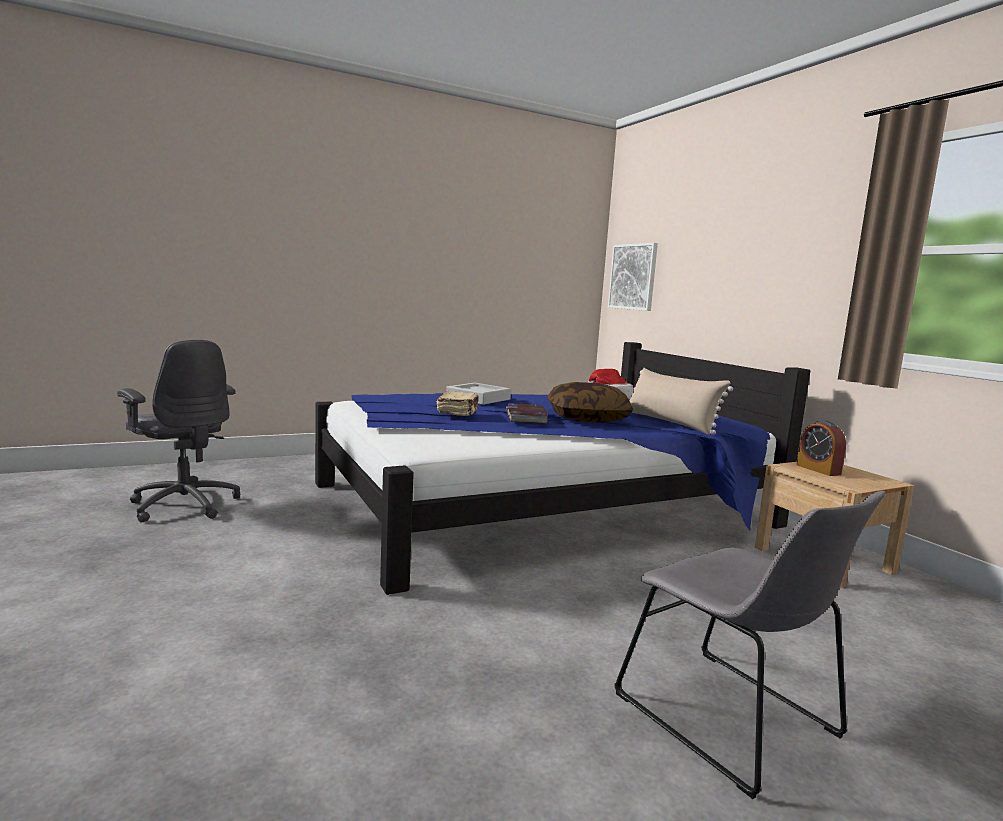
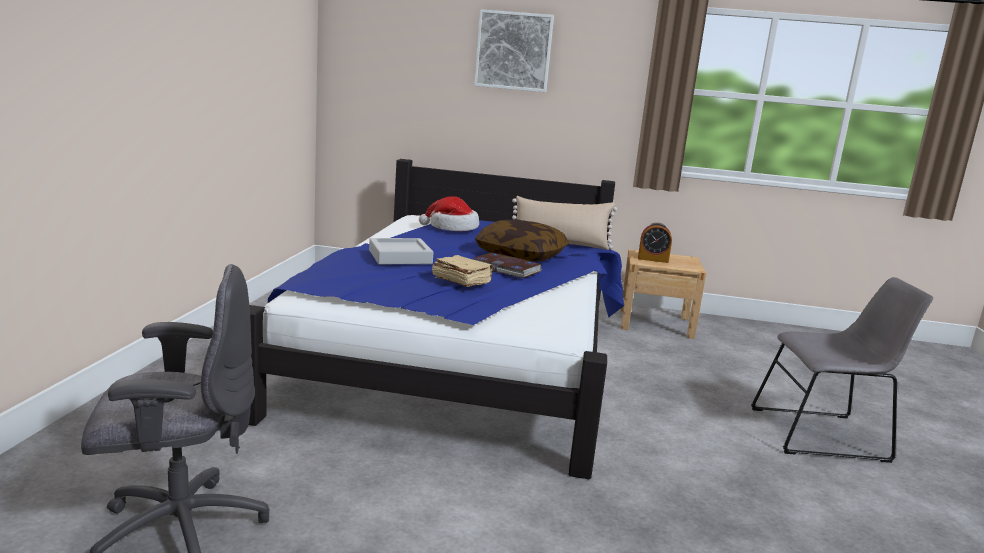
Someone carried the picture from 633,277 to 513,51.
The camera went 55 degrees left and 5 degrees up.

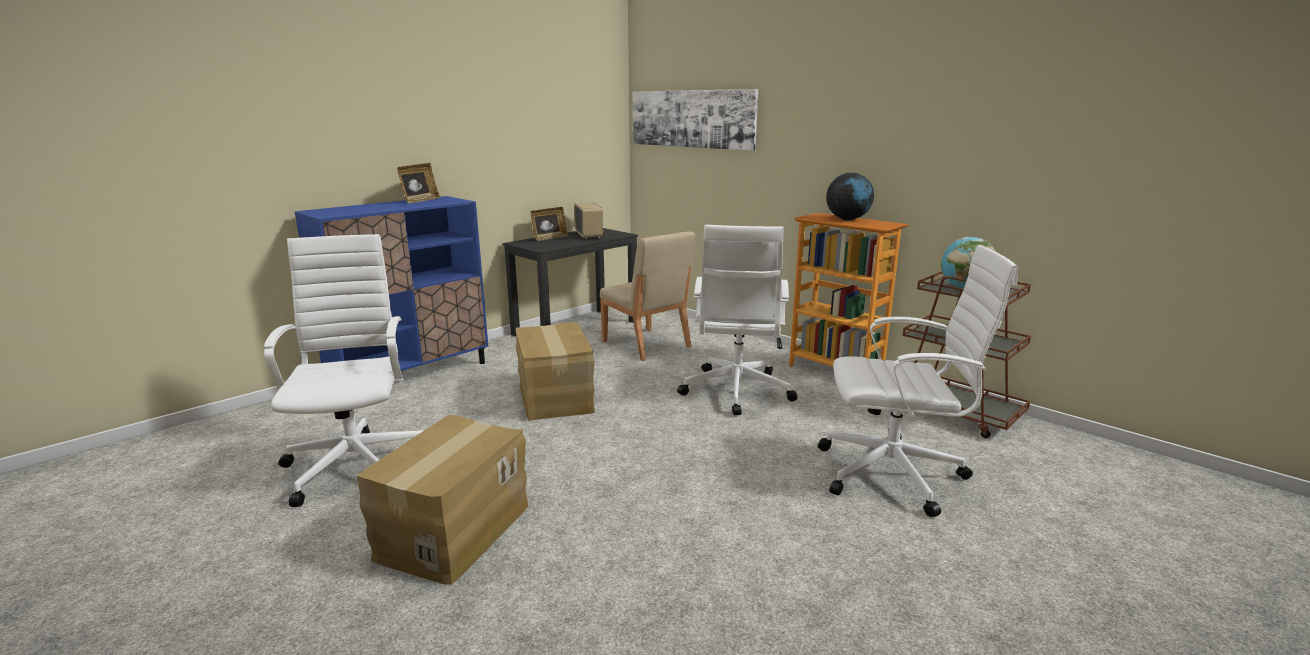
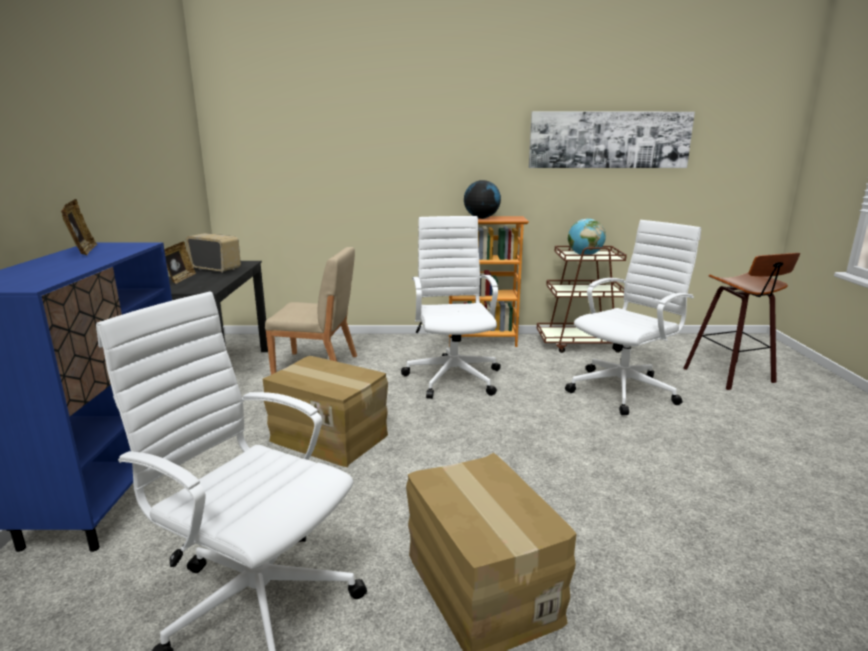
Someone carried the picture from 691,119 to 609,140.
Someone rotated the white desk chair at 736,392 by 150 degrees counterclockwise.
Someone put down the stool at 732,376.
The camera went 45 degrees left and 0 degrees up.

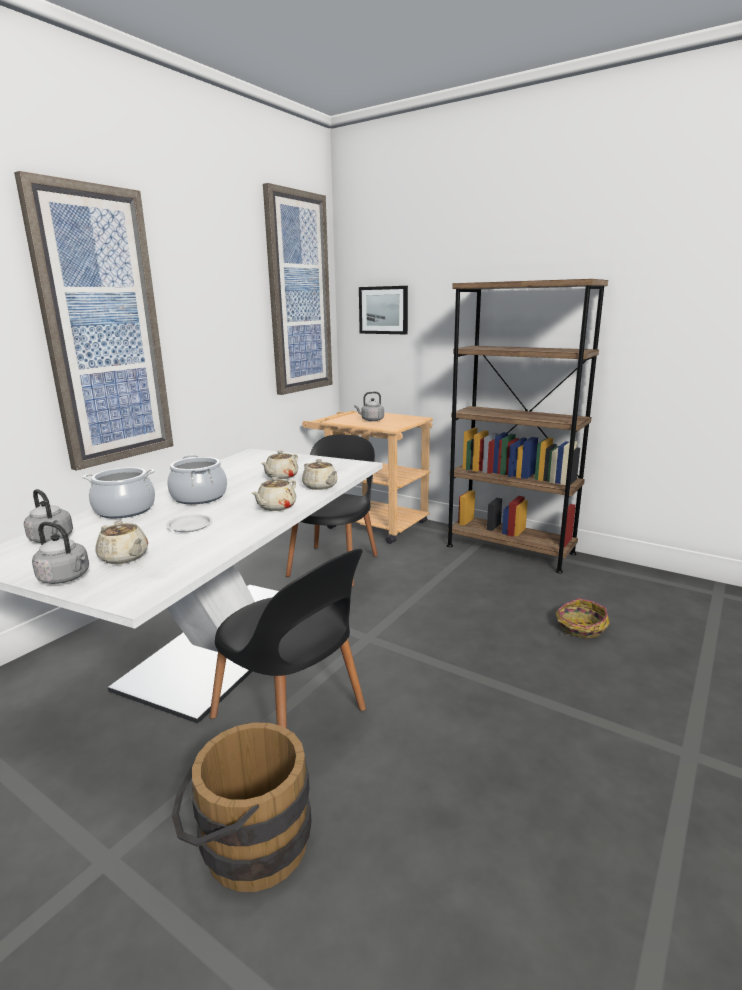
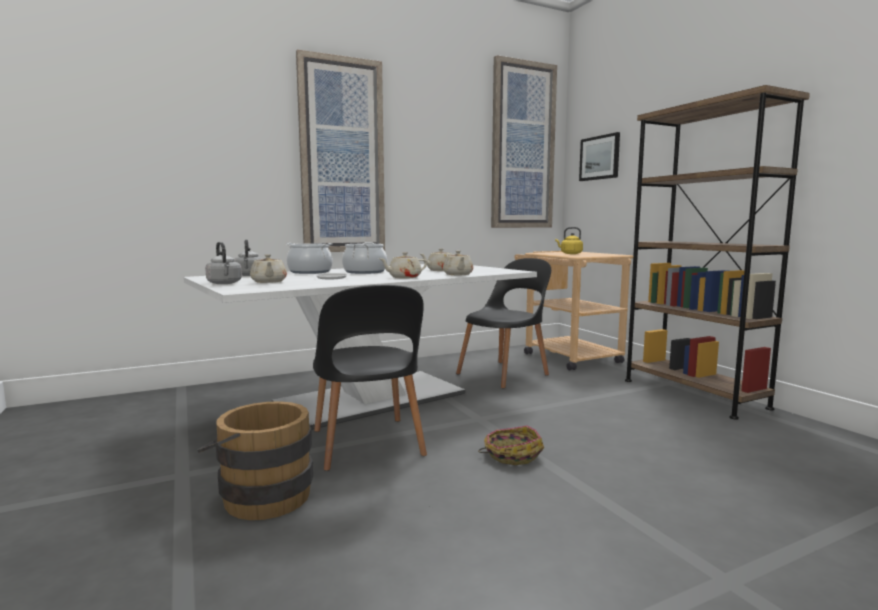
Someone repainted the gray water kettle at 371,420, which became the yellow water kettle at 570,253.
Someone carried the storage basket from 580,627 to 511,455.
The camera went 30 degrees right and 10 degrees down.

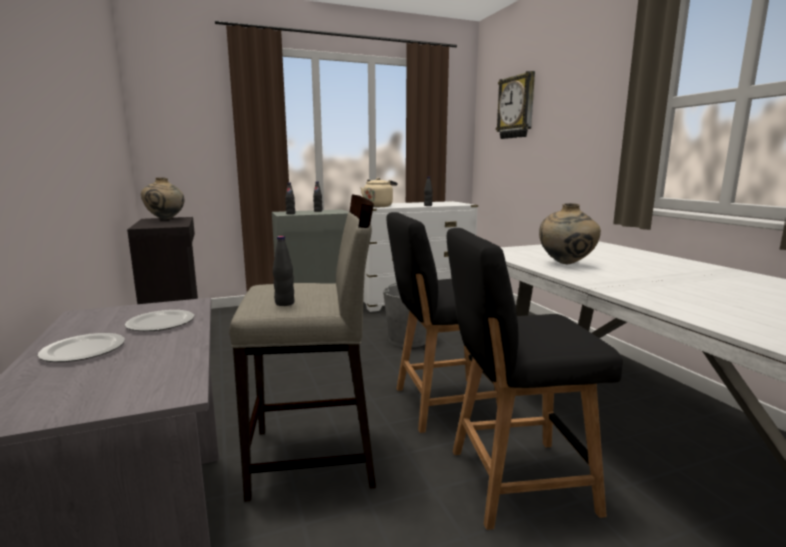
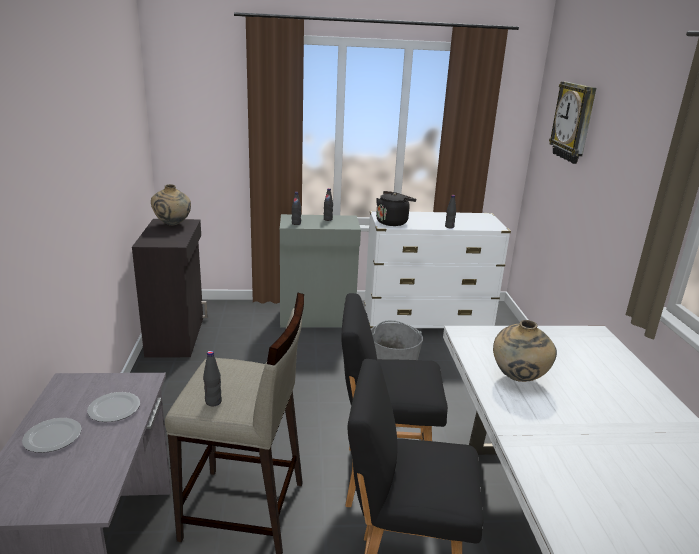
Someone repainted the beige-coloured water kettle at 379,206, which became the black-coloured water kettle at 393,222.
The camera went 15 degrees right and 10 degrees up.

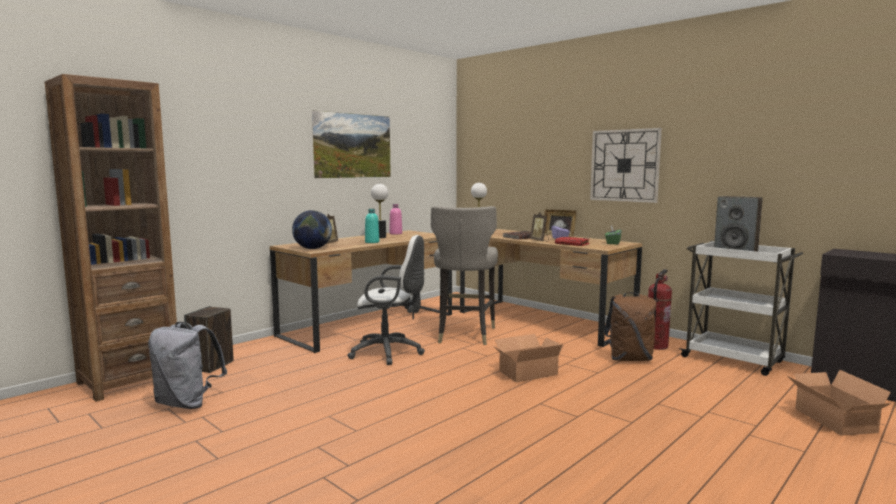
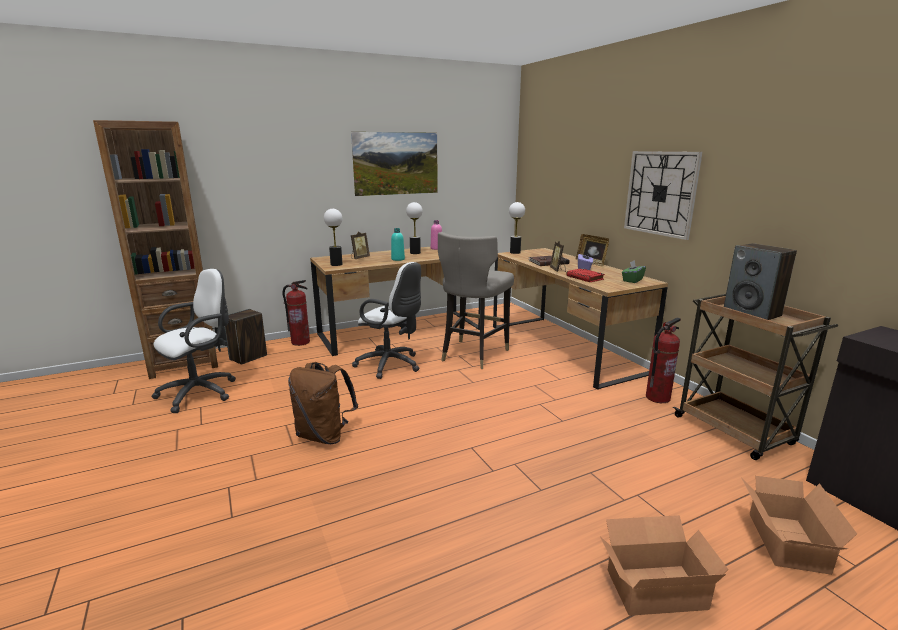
Someone swapped the world globe at 312,248 for the lamp for a table at 336,264.
Someone repainted the white trolley at 734,360, which became the brown-coloured trolley at 734,431.
Someone carried the brown-coloured backpack from 629,359 to 324,436.
Someone swapped the gray backpack at 187,403 for the white desk chair at 202,392.
Someone carried the cardboard box from 526,372 to 652,586.
Someone put down the fire-fighting cylinder at 300,342.
The camera went 20 degrees right and 10 degrees up.

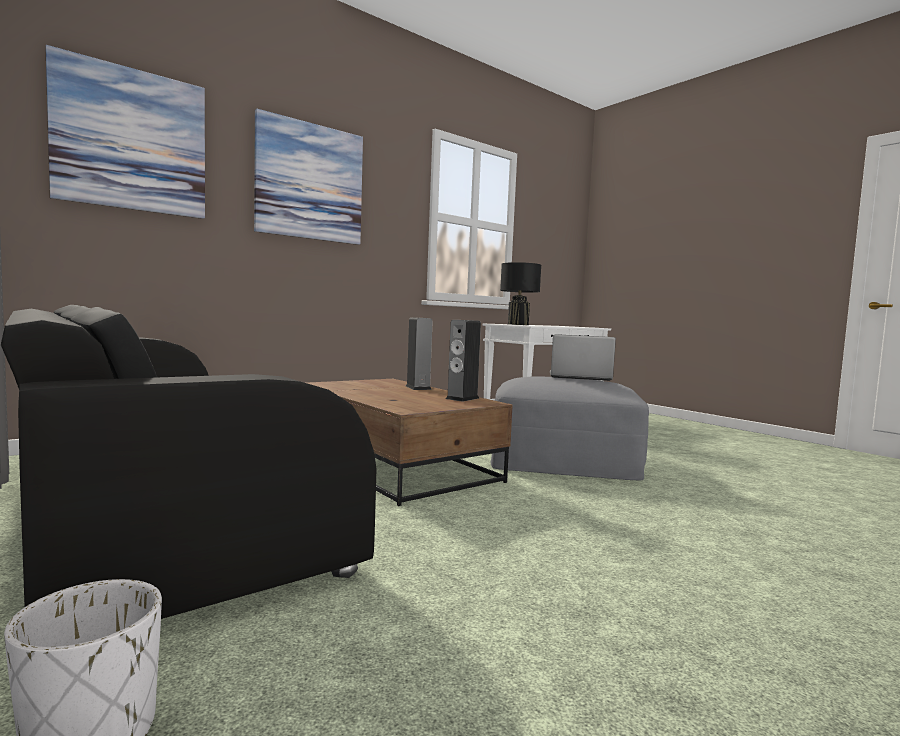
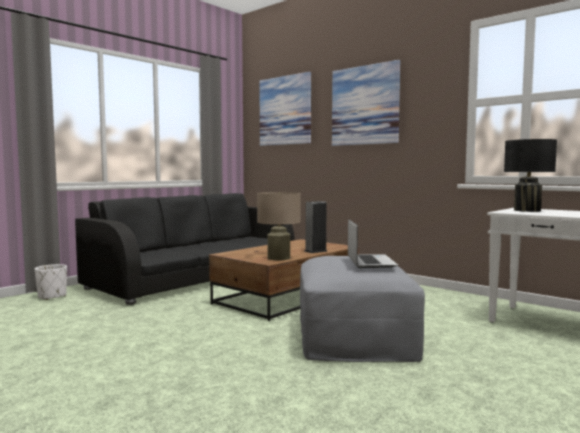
Someone swapped the loudspeaker at 462,398 for the beige-coloured lamp for a table at 279,258.
The camera went 80 degrees right and 0 degrees up.

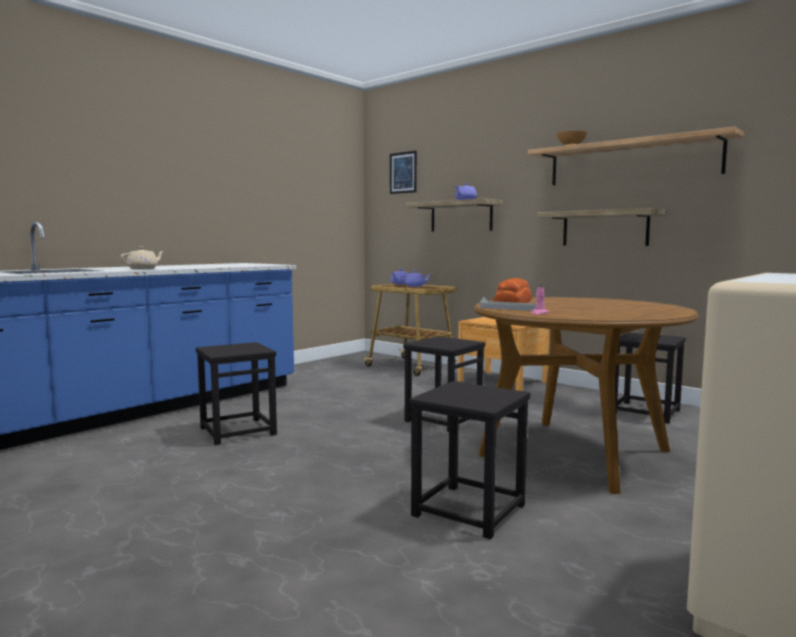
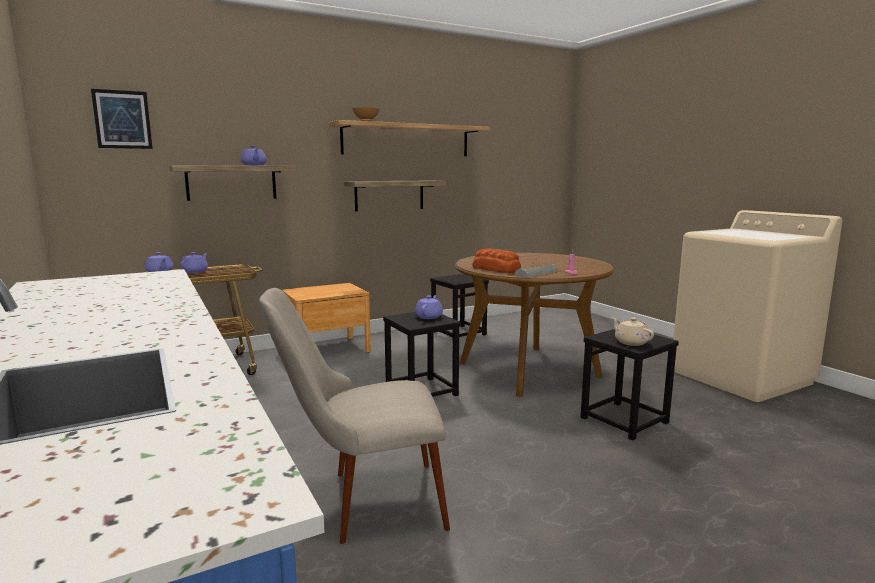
Someone carried the beige-coloured tea pot from 143,269 to 630,342.
Someone swapped the black-coloured stool at 238,431 for the beige-coloured upright chair at 363,503.
Someone put down the purplish tea pot at 429,316.
The camera went 70 degrees left and 5 degrees up.

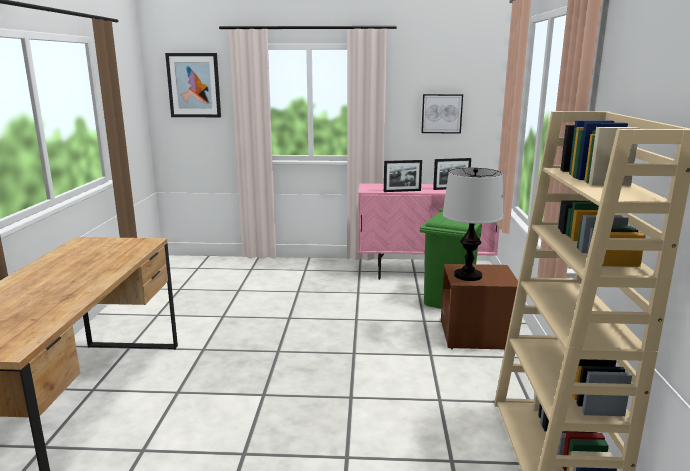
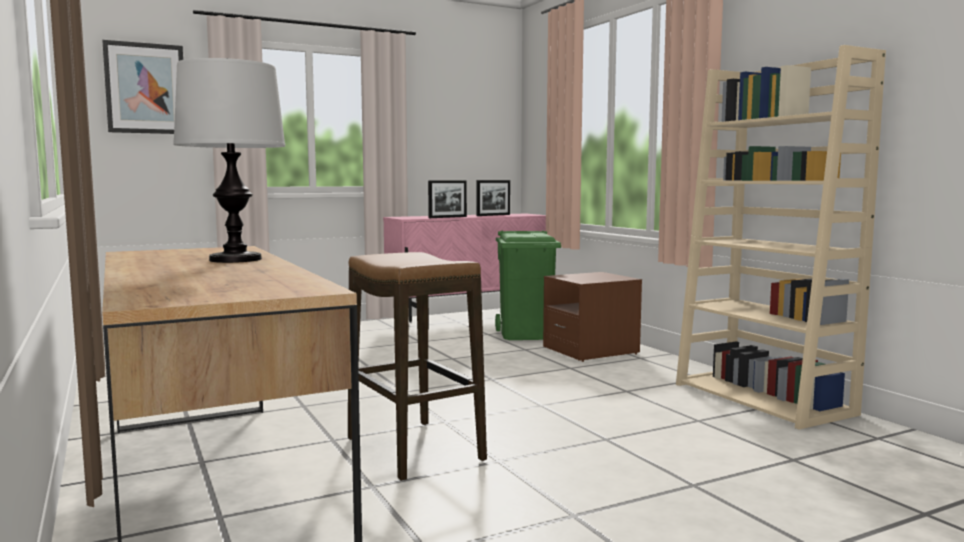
Someone took away the picture at 441,113.
Someone carried the lamp for a table from 467,275 to 234,259.
Someone put down the stool at 415,449.
The camera went 30 degrees left and 10 degrees down.

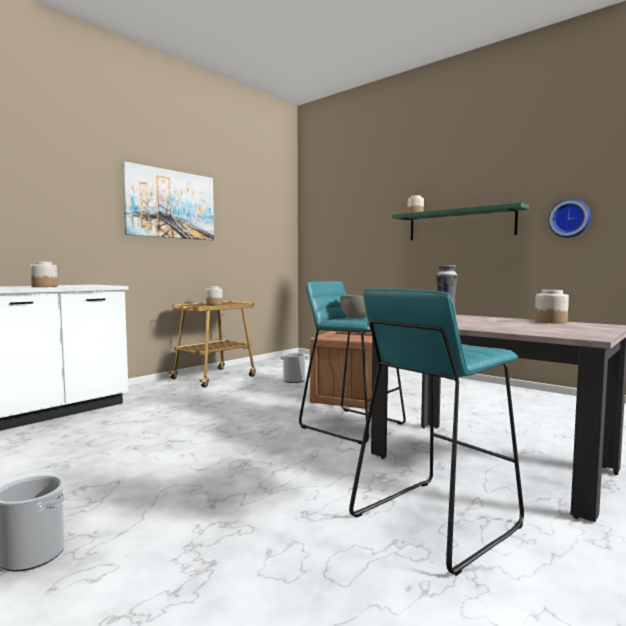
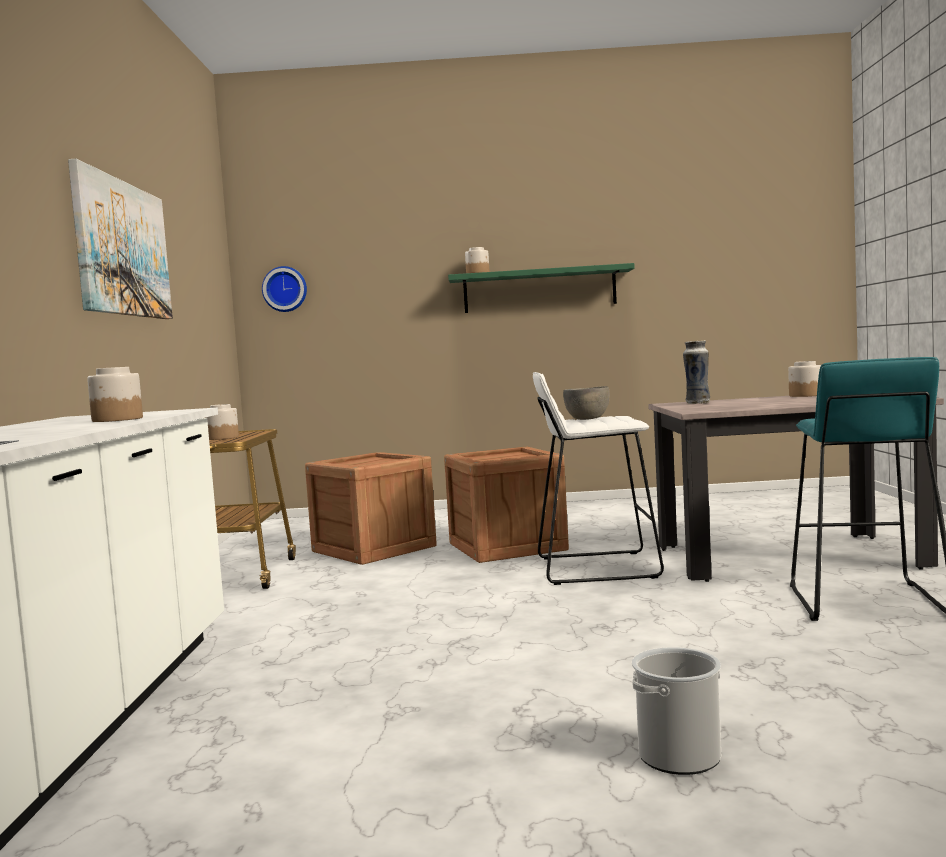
Someone carried the wall clock from 569,218 to 285,289.
Someone repainted the turquoise stool at 352,425, which became the white stool at 595,567.
Someone swapped the pail at 294,380 for the shipping crate at 373,549.
The camera went 40 degrees left and 0 degrees up.

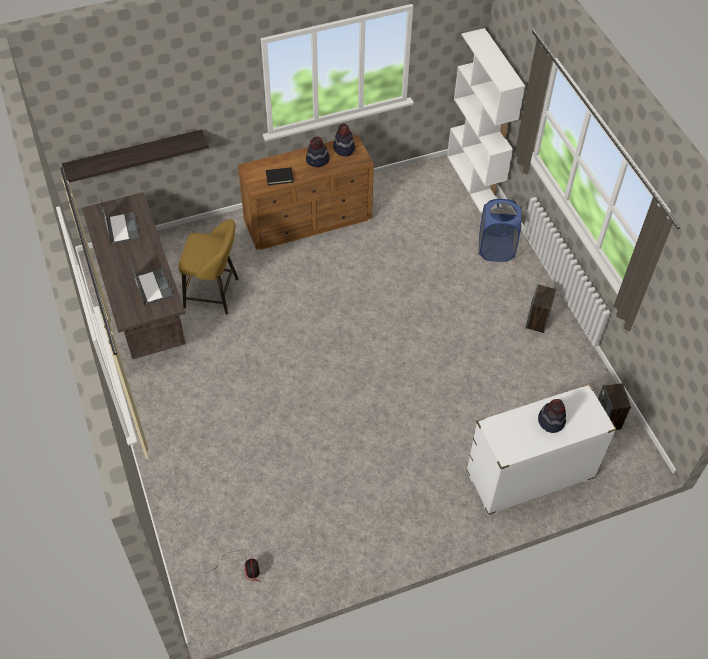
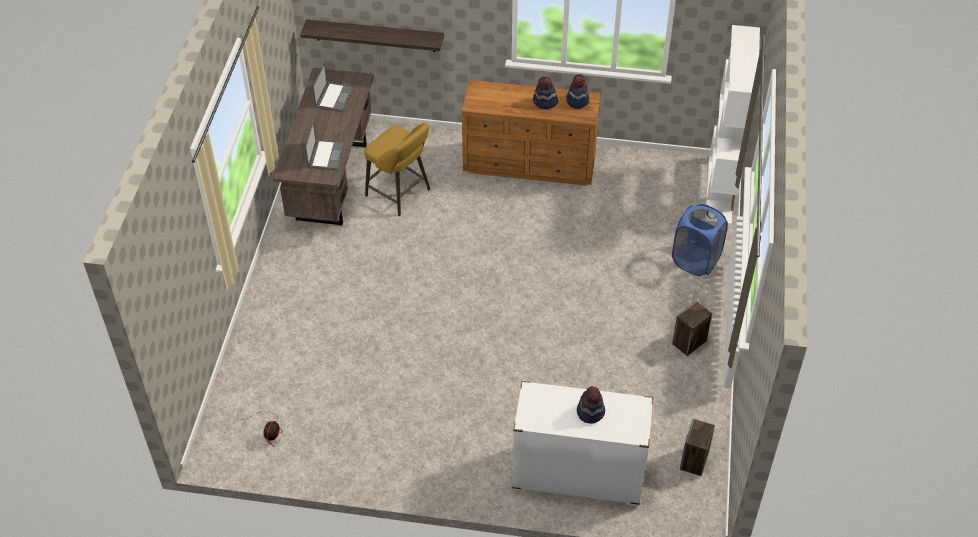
Someone took away the black-coloured bound book at 279,177.
The camera went 30 degrees right and 5 degrees down.

